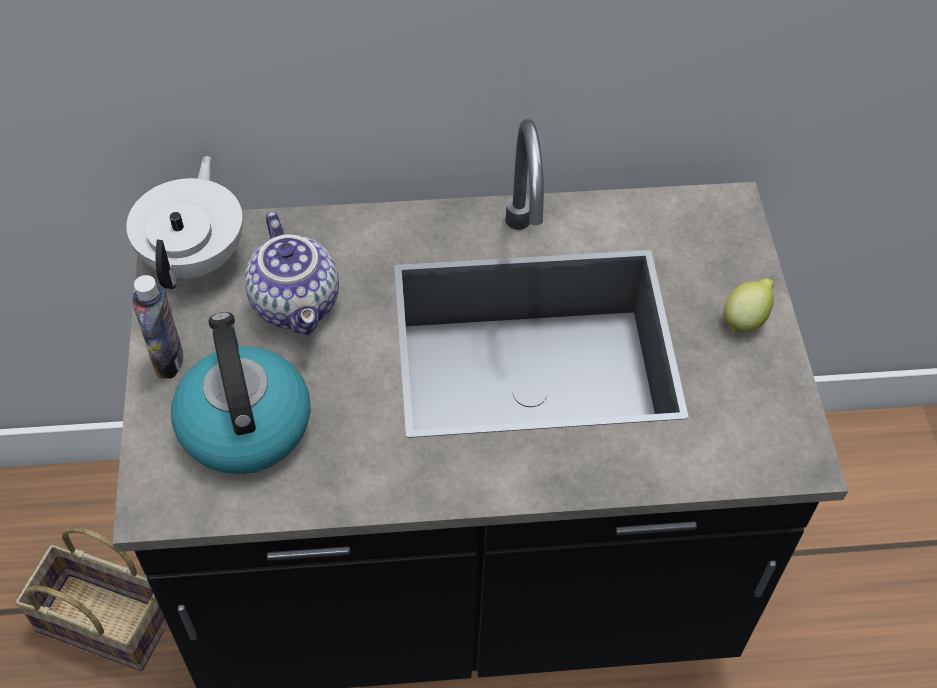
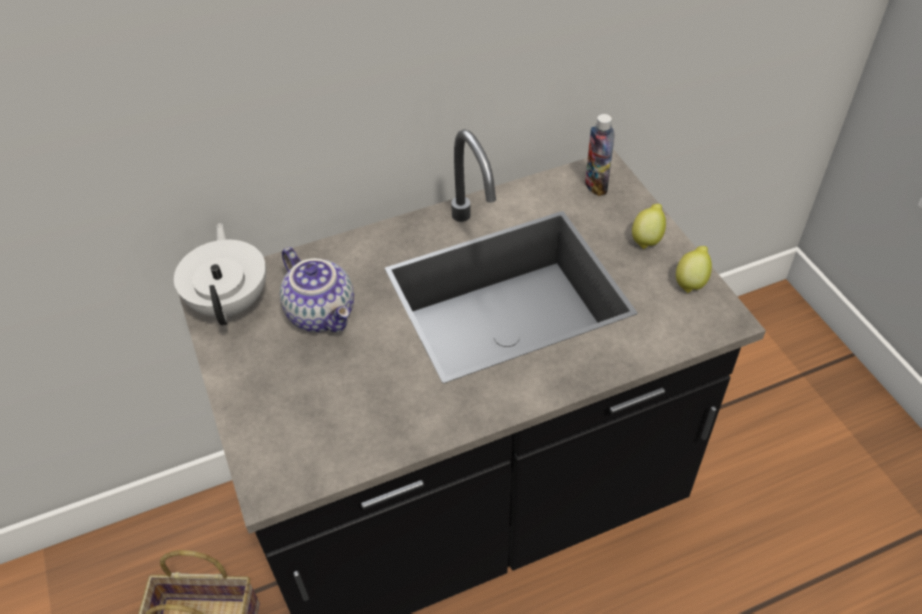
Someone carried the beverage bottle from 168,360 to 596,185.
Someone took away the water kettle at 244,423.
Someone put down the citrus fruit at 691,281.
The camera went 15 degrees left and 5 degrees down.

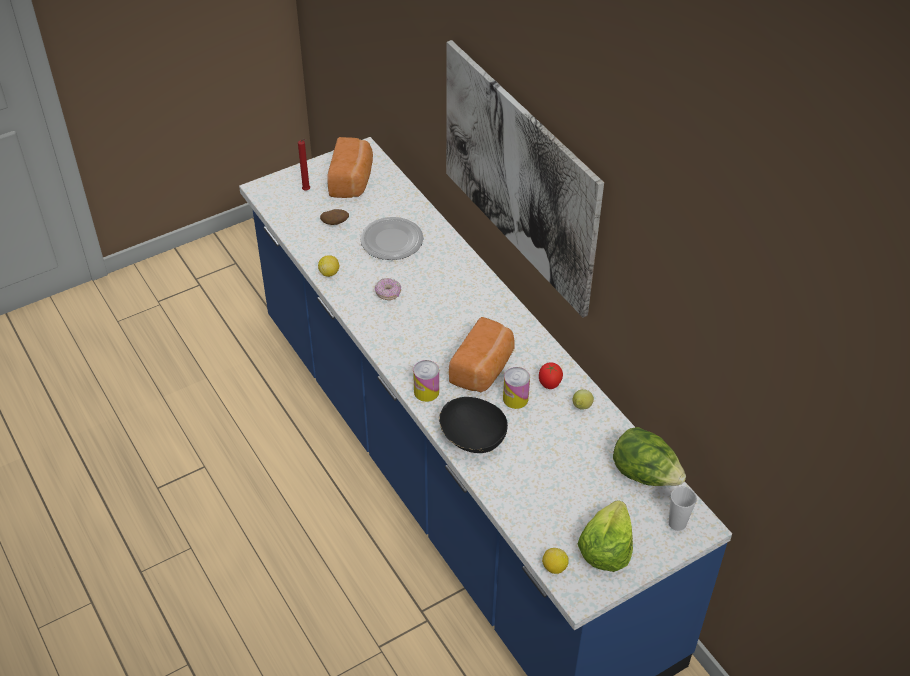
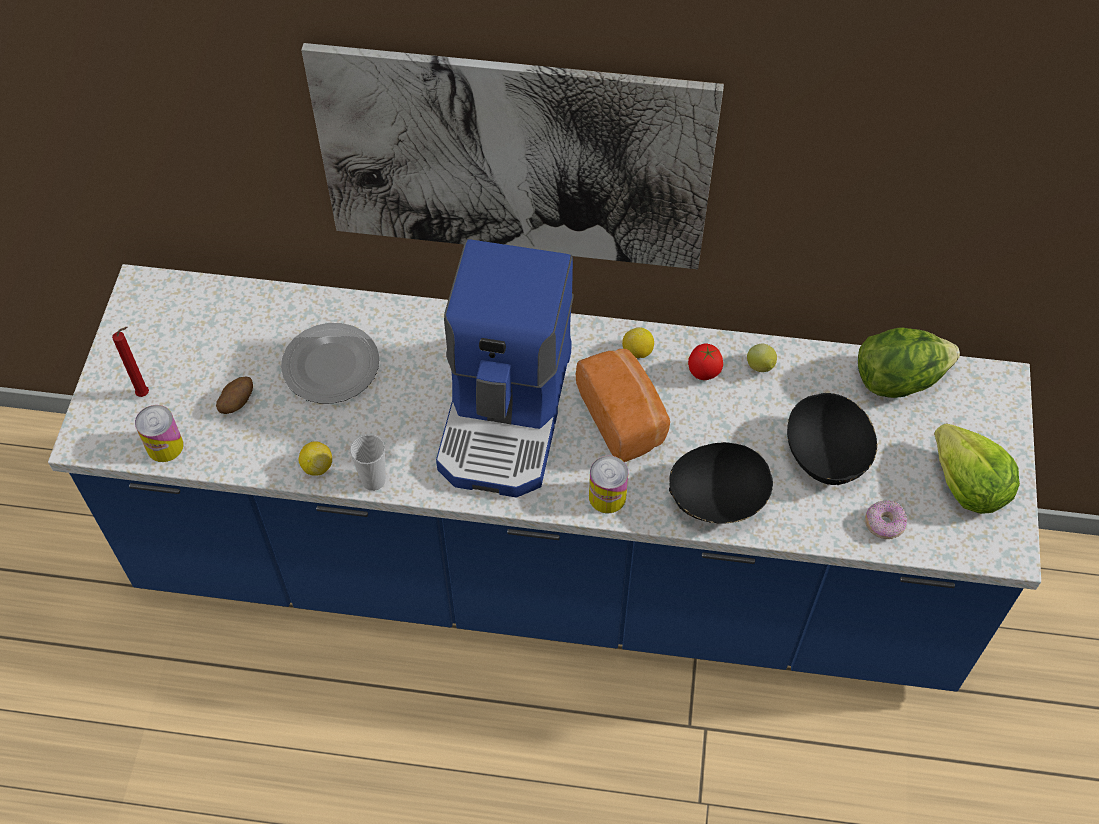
Someone took away the bread at 352,180.
Someone carried the doughnut from 388,293 to 884,524.
Someone carried the can from 515,399 to 165,446.
Someone carried the cup from 677,523 to 373,480.
Someone carried the citrus fruit from 554,567 to 637,352.
Someone put down the coffee maker at 507,413.
Someone put down the black-coloured deep dish at 827,455.
The camera went 50 degrees left and 10 degrees up.

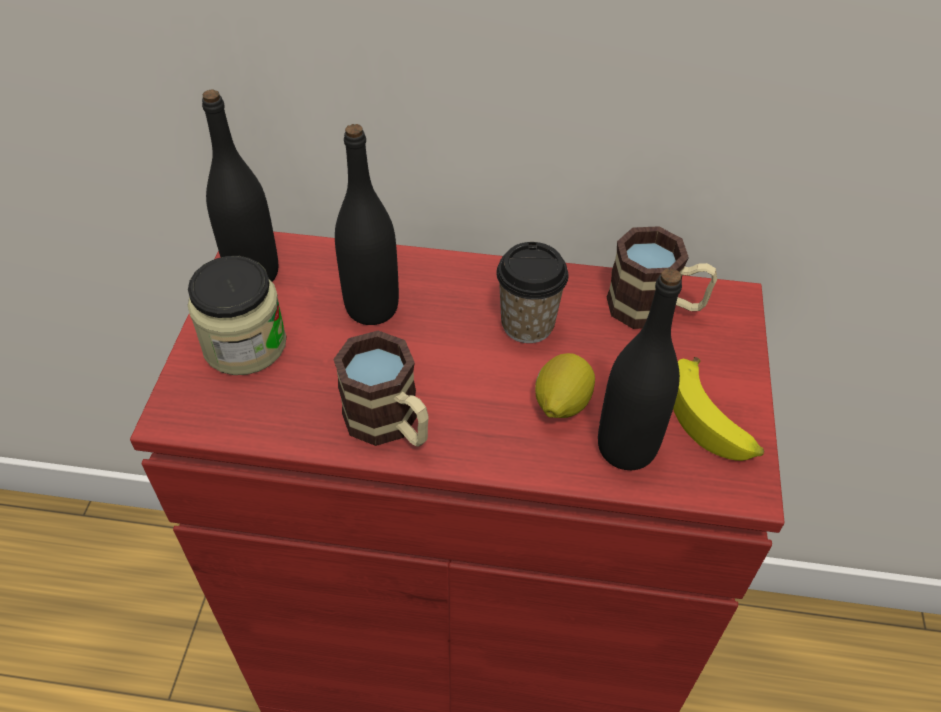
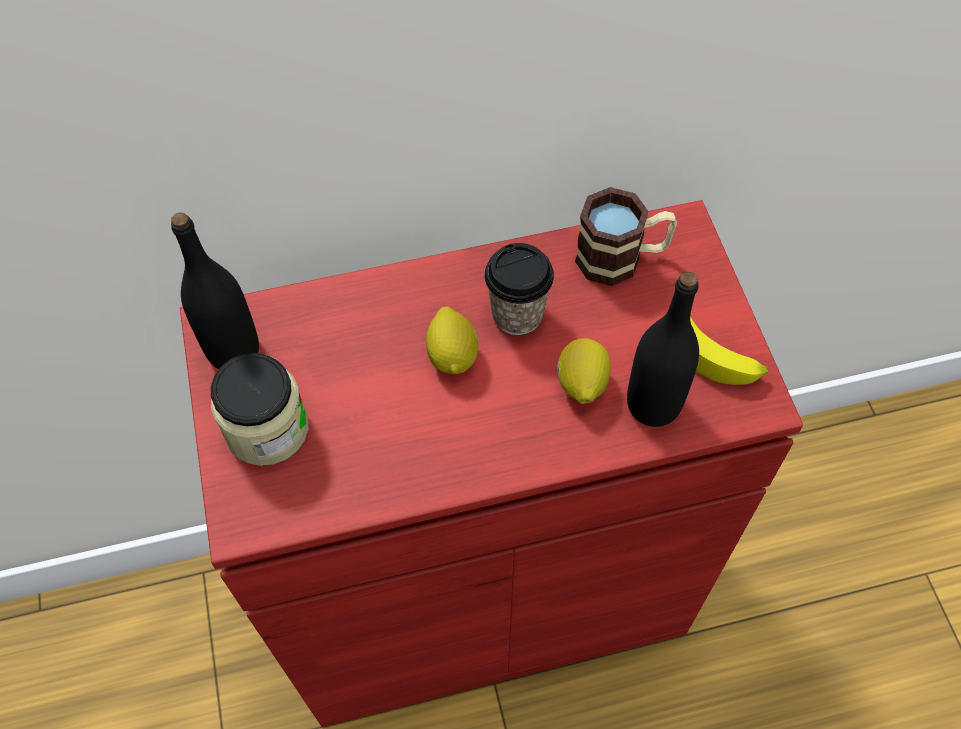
Someone took away the black-coloured beverage bottle at 372,307.
Someone took away the tea mug at 390,424.
Someone put down the citrus fruit at 453,355.
The camera went 20 degrees left and 10 degrees up.

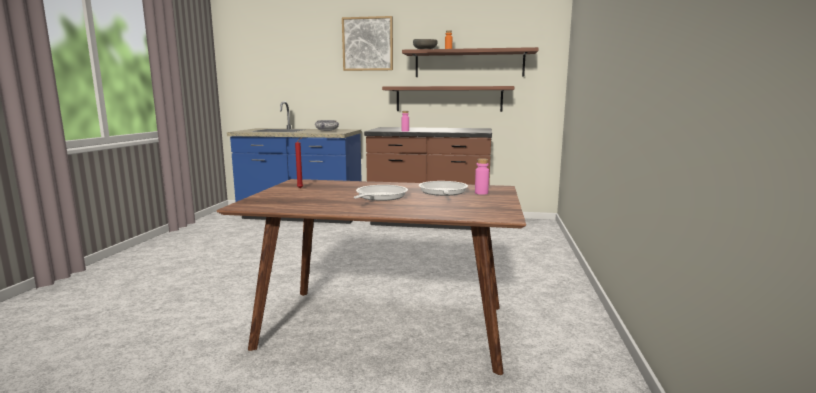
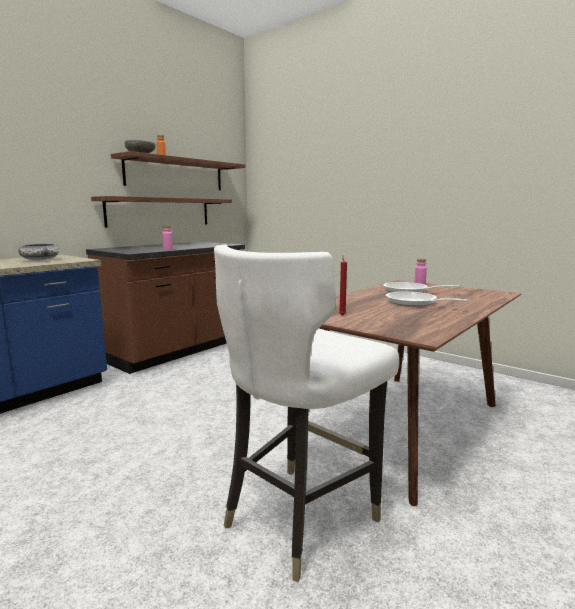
Someone took away the picture at 368,44.
Someone put down the white upright chair at 300,517.
The camera went 60 degrees left and 0 degrees up.

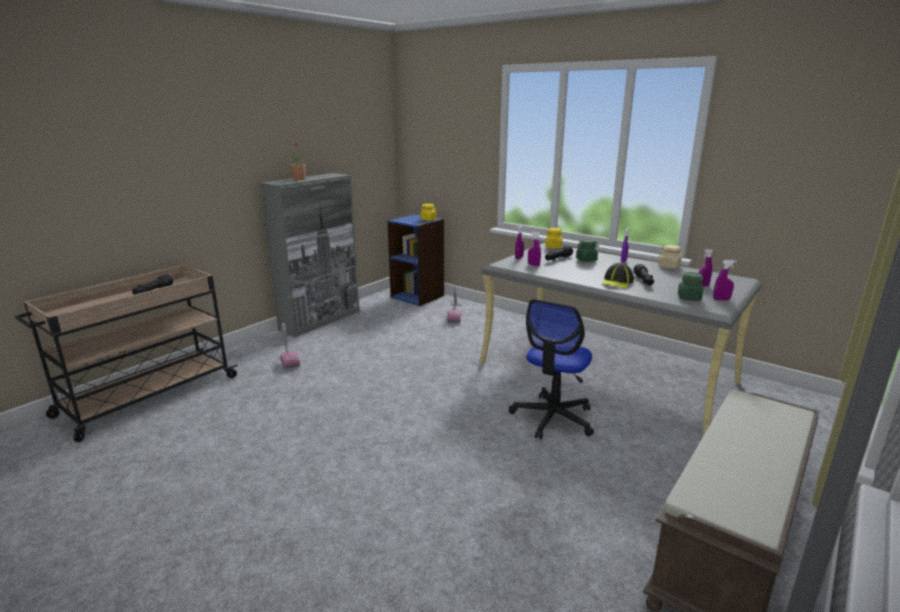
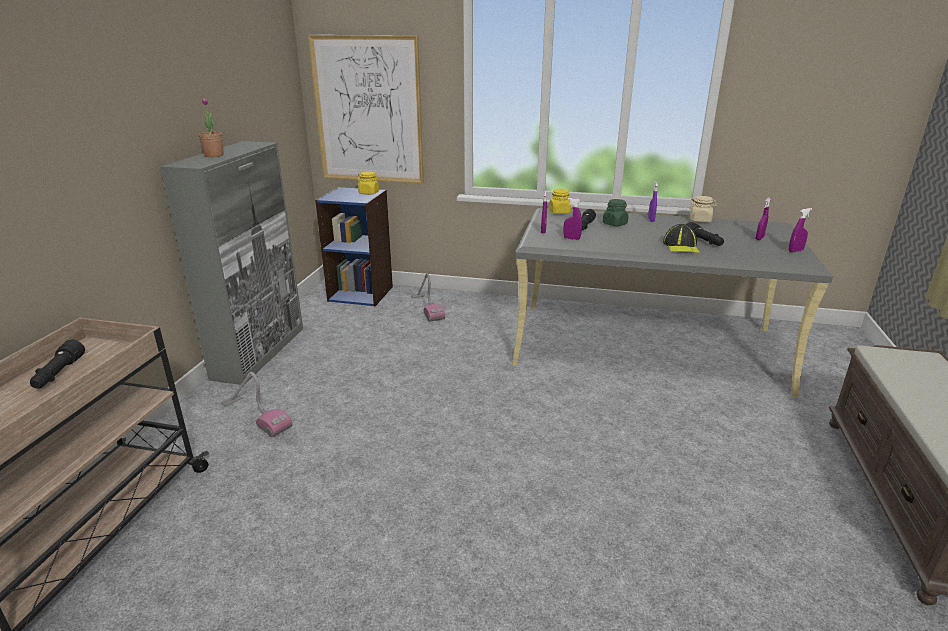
Someone took away the green preserve jar at 689,298.
Someone took away the desk chair at 553,418.
Someone put up the picture at 368,111.
The camera went 25 degrees left and 5 degrees up.

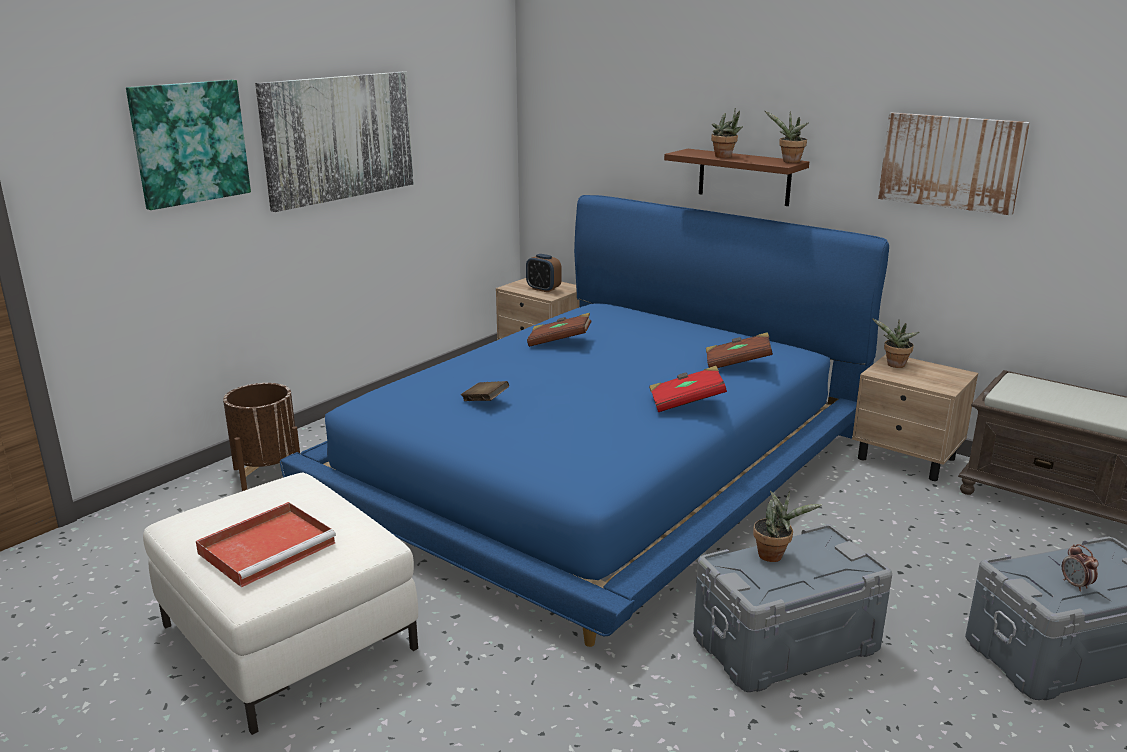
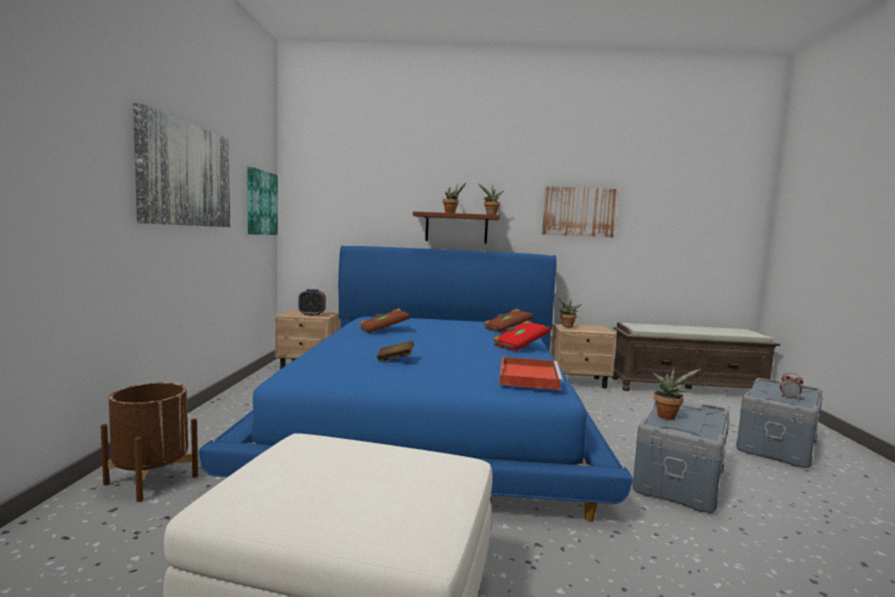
Someone carried the picture from 189,143 to 261,203.
Someone carried the red tray from 269,546 to 528,376.
The camera went 35 degrees left and 15 degrees down.

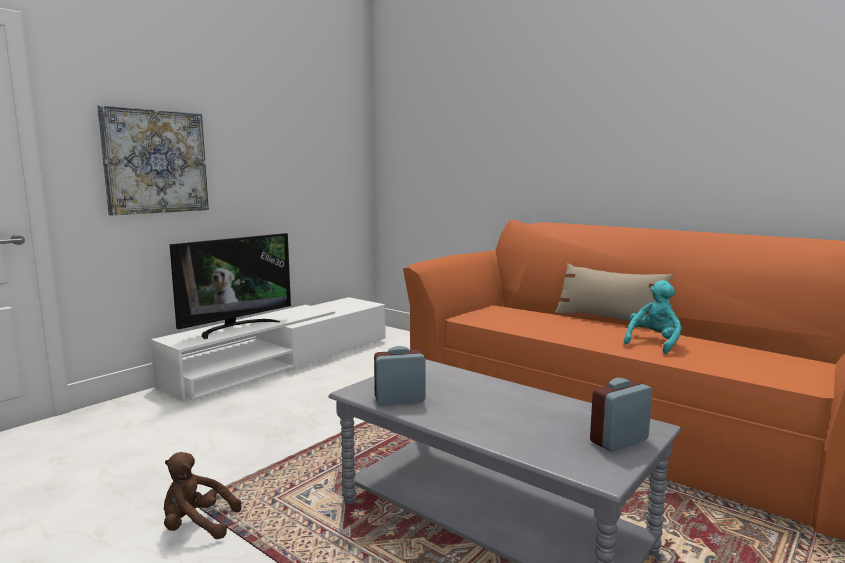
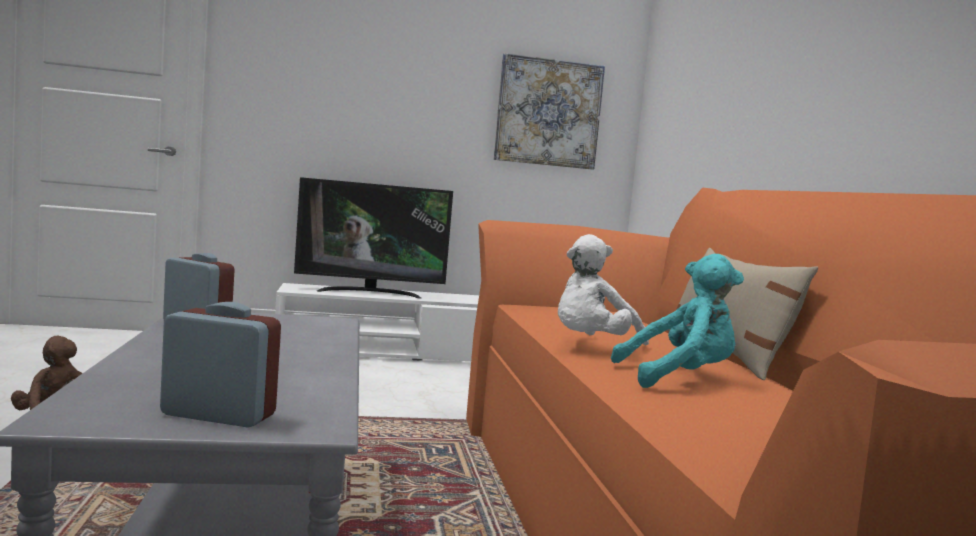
Someone carried the picture from 156,162 to 548,112.
Someone put down the white cuddly toy at 591,346.
The camera went 40 degrees right and 5 degrees down.

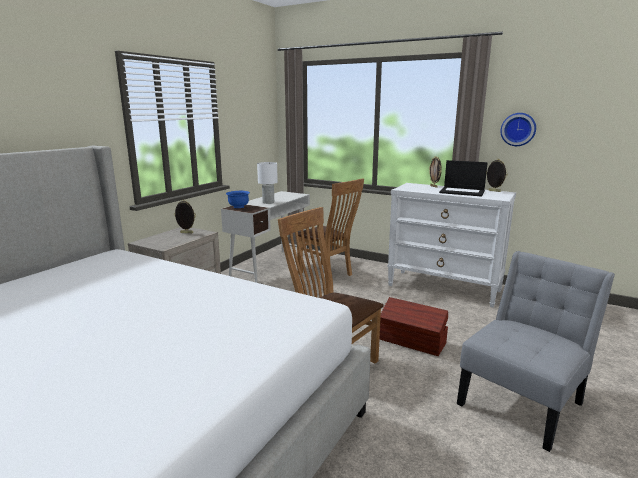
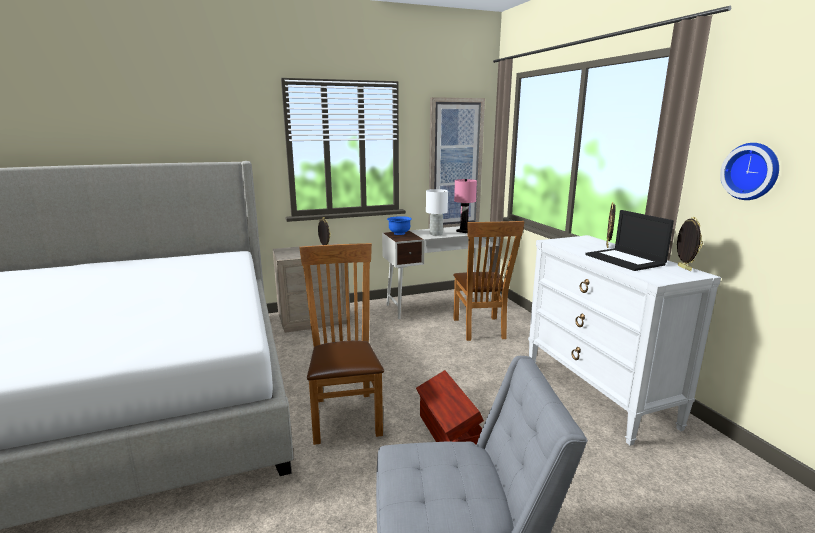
Someone put up the picture at 455,165.
Someone put down the pink-coloured lamp for a table at 464,231.
The camera went 40 degrees right and 0 degrees up.

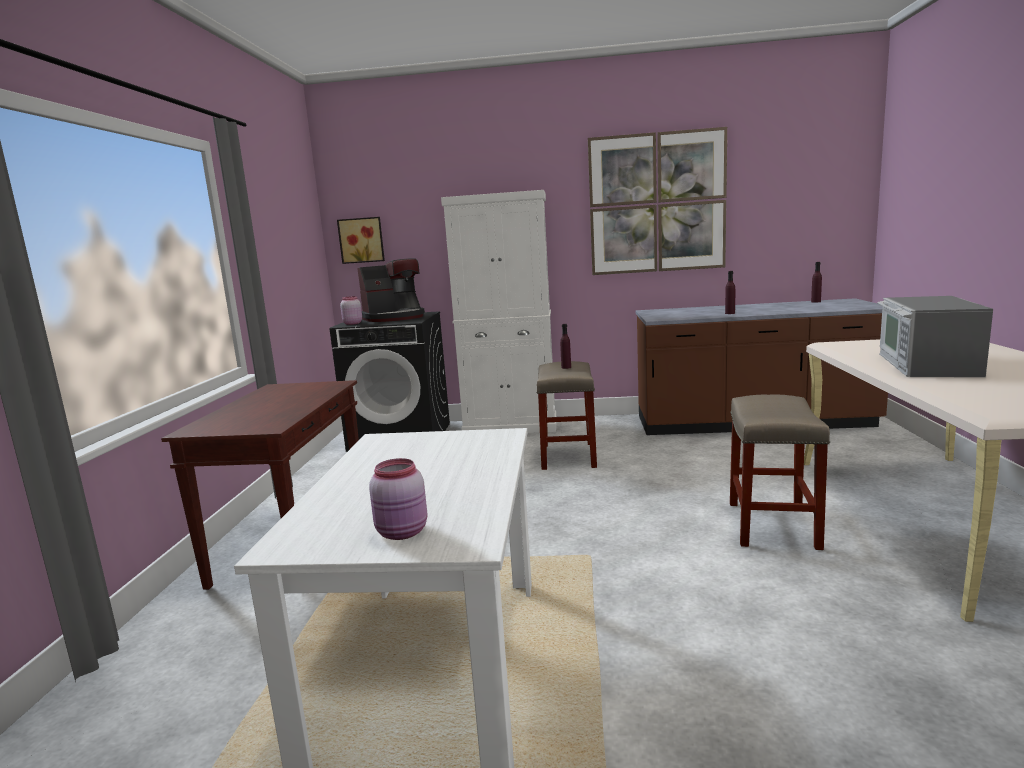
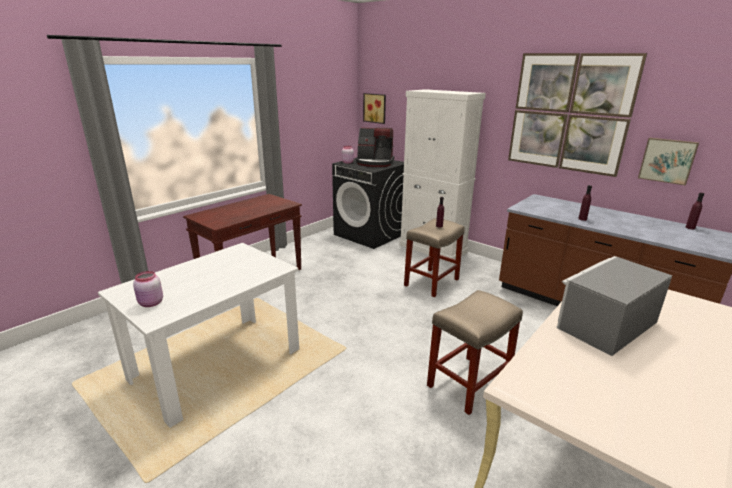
Someone put up the picture at 667,160.
The camera went 35 degrees right and 10 degrees up.

